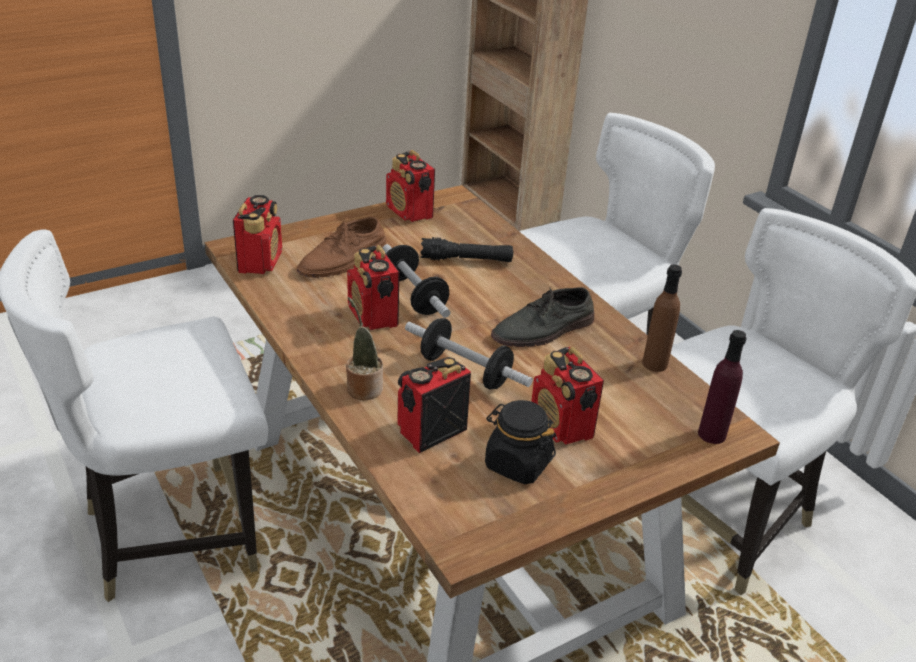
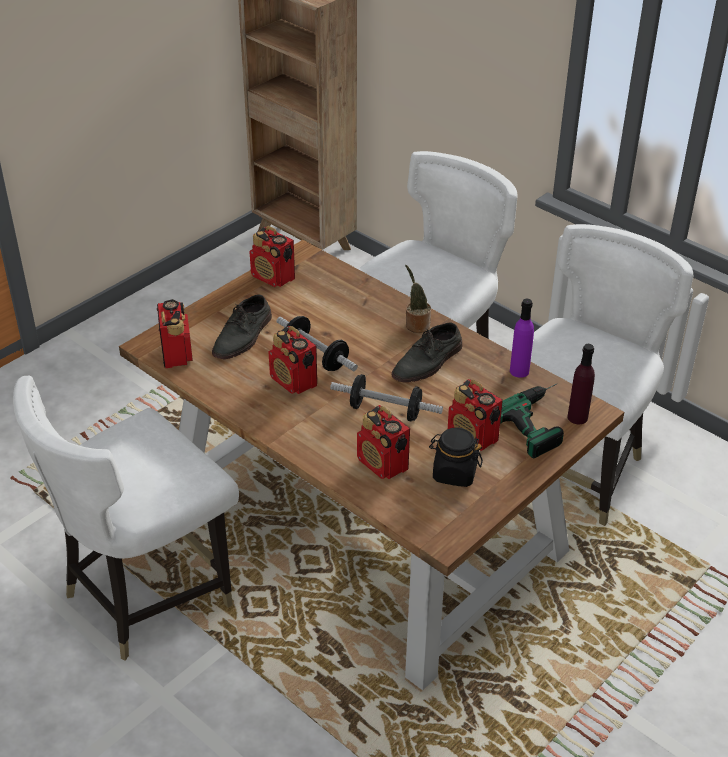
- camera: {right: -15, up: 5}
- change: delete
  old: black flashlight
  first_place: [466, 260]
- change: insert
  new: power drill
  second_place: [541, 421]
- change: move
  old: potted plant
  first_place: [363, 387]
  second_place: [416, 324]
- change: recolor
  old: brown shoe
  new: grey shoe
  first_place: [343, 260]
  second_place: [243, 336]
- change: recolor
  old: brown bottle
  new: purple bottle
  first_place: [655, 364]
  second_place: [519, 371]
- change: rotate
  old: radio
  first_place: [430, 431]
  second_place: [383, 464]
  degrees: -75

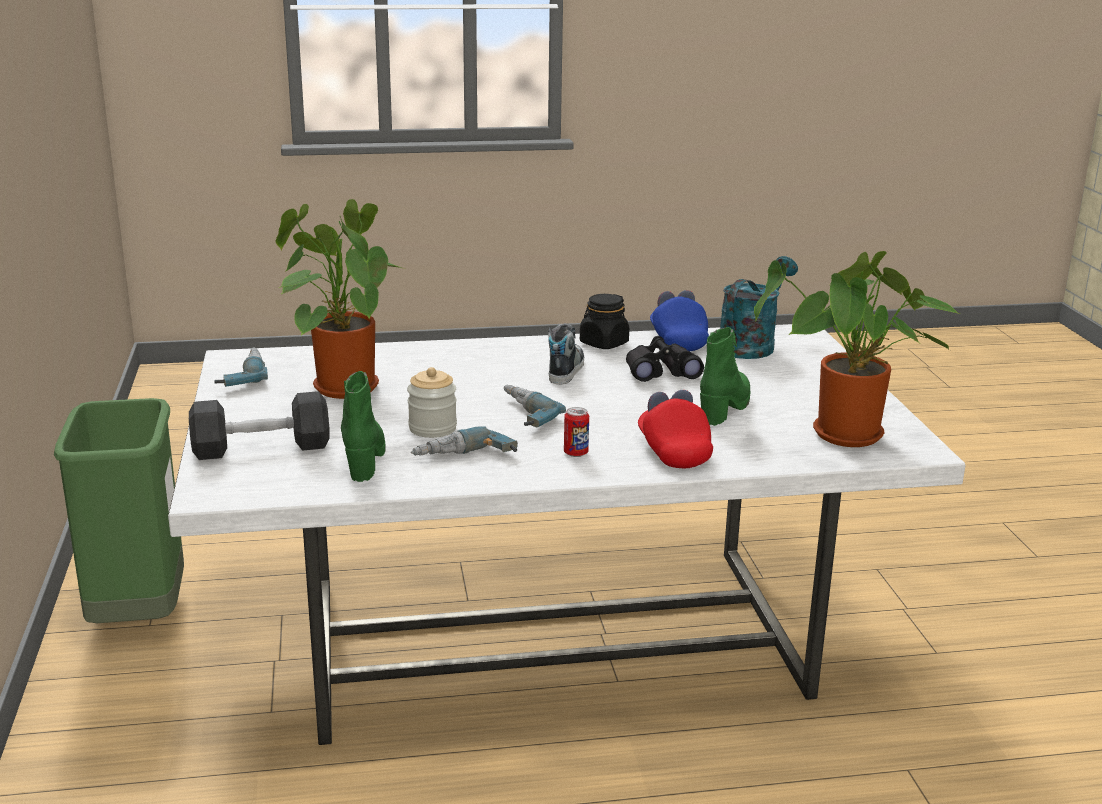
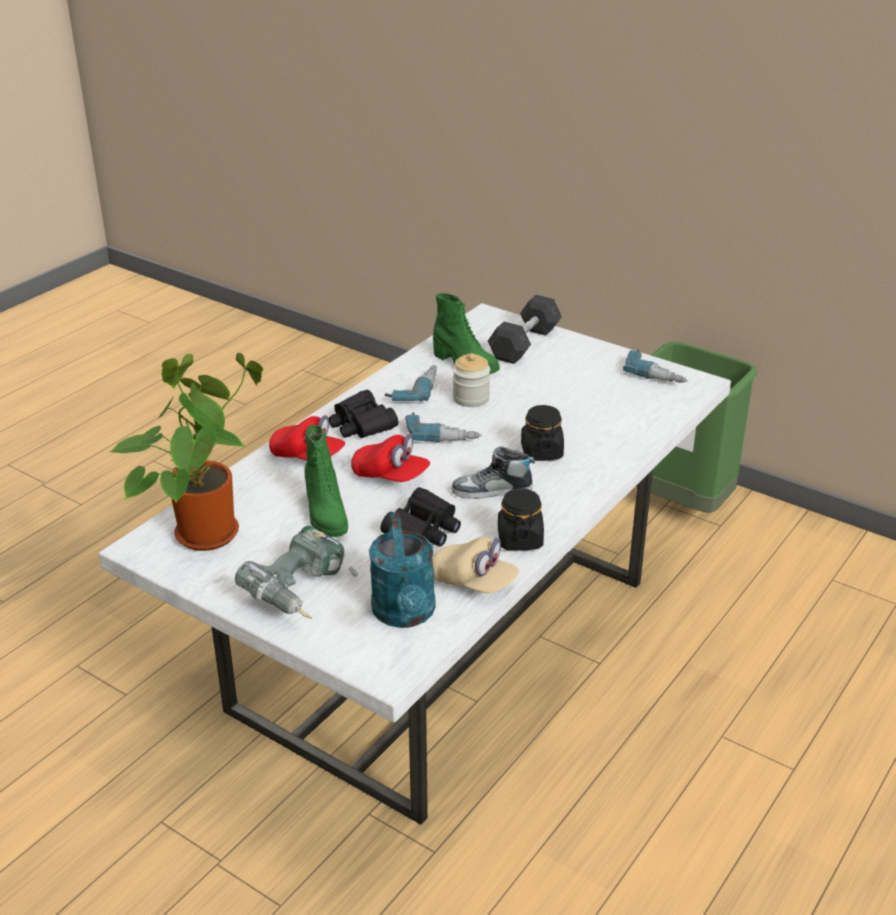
- camera: {right: 135, up: 10}
- change: delete
  old: potted plant
  first_place: [341, 386]
- change: insert
  new: power drill
  second_place: [301, 594]
- change: insert
  new: red cap
  second_place: [390, 476]
- change: insert
  new: black jar
  second_place: [541, 452]
- change: replace
  old: can
  new: black binoculars
  first_place: [576, 453]
  second_place: [361, 424]
- change: recolor
  old: blue cap
  new: beige cap
  first_place: [677, 340]
  second_place: [473, 582]
- change: rotate
  old: shoe
  first_place: [565, 369]
  second_place: [492, 491]
  degrees: 120

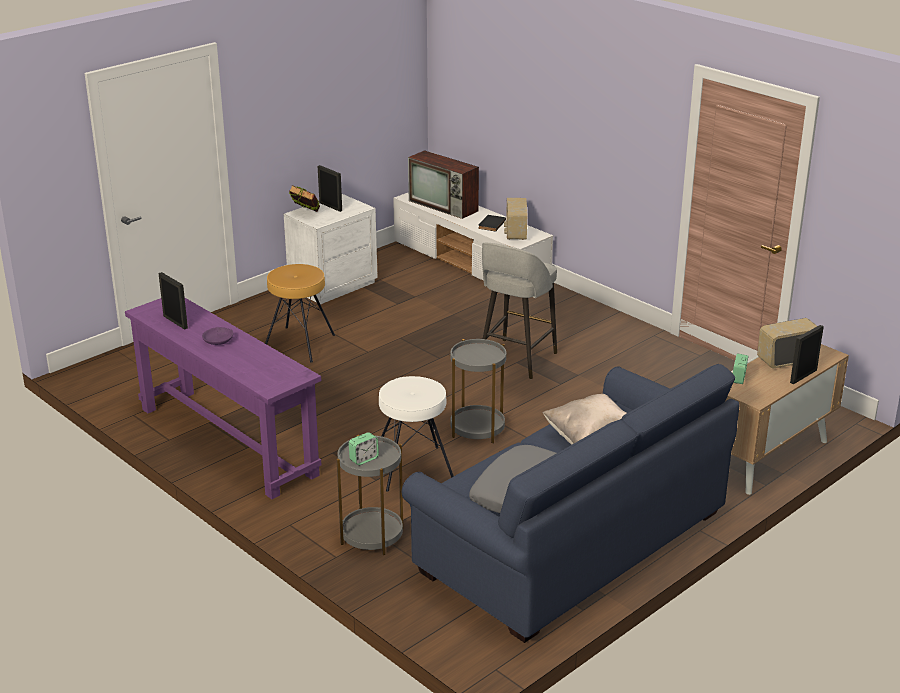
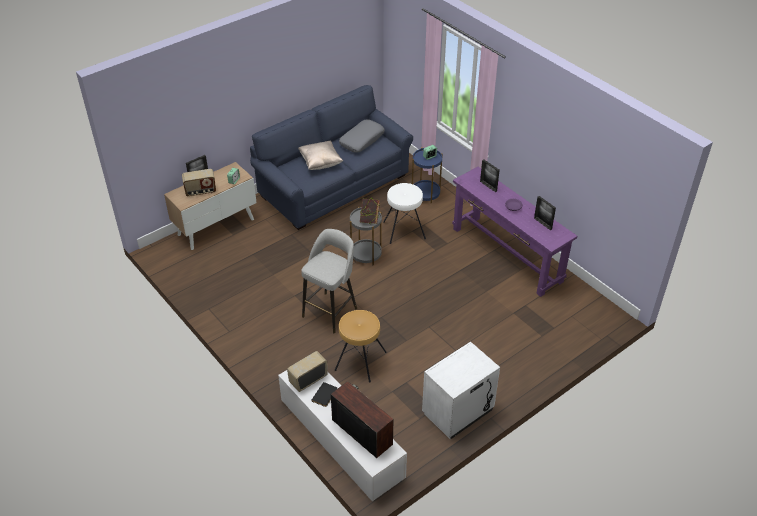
- camera: {right: -175, up: 15}
- change: move
  old: brown stool
  first_place: [299, 344]
  second_place: [360, 361]
- change: move
  old: book
  first_place: [305, 214]
  second_place: [369, 220]
- change: move
  old: picture frame
  first_place: [330, 206]
  second_place: [488, 186]
- change: recolor
  old: grey side table
  new: blue side table
  first_place: [372, 536]
  second_place: [425, 194]
- change: rotate
  old: radio
  first_place: [515, 233]
  second_place: [308, 379]
  degrees: -135

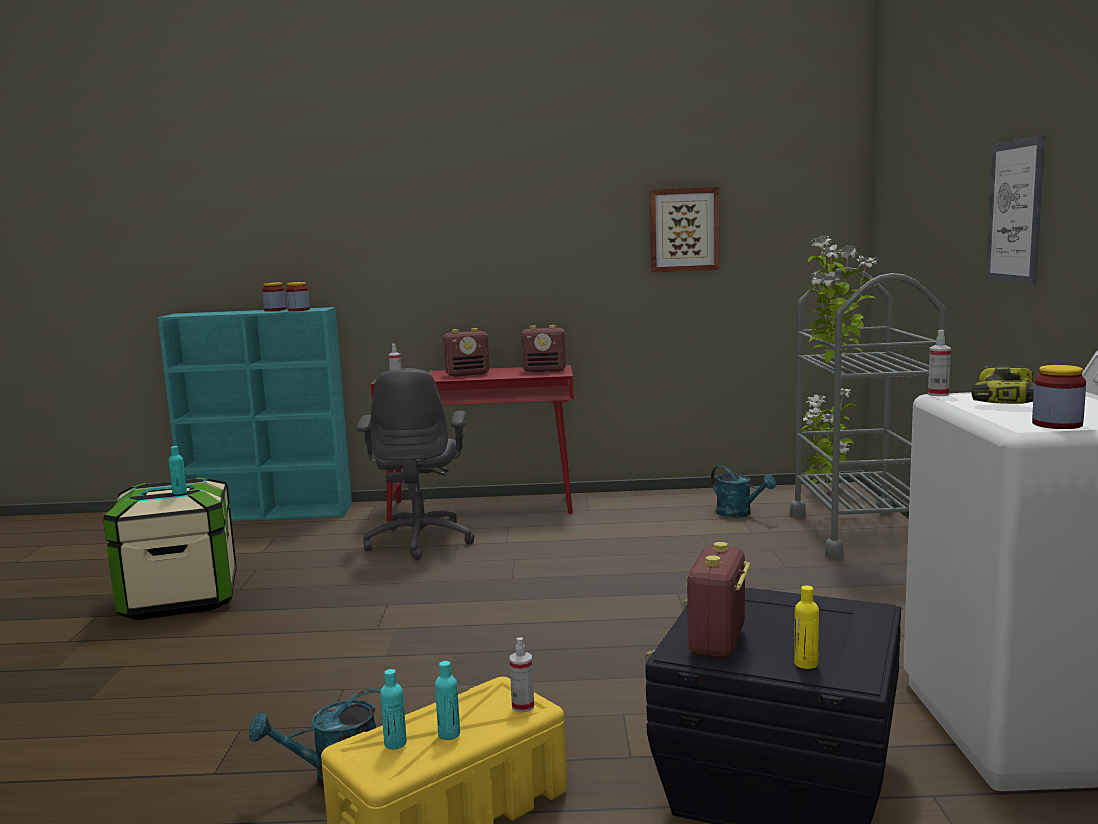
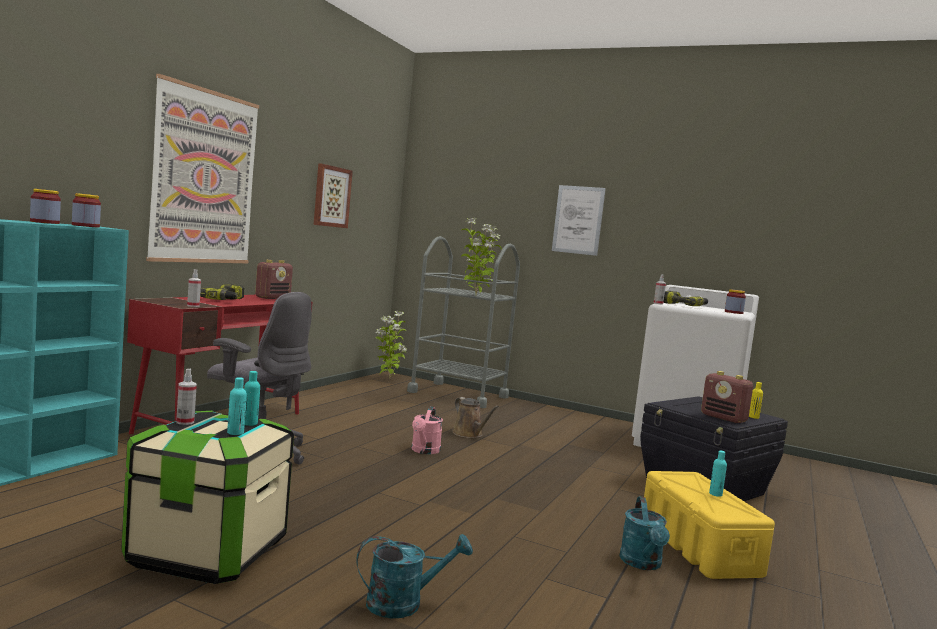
- camera: {right: -65, up: -5}
- change: insert
  new: picture
  second_place: [204, 177]
- change: insert
  new: pink watering can
  second_place: [424, 451]
- change: insert
  new: brown watering can
  second_place: [469, 434]
- change: move
  old: turquoise bottle
  first_place: [395, 743]
  second_place: [235, 432]
- change: move
  old: spray bottle
  first_place: [523, 706]
  second_place: [185, 422]
- change: move
  old: turquoise watering can
  first_place: [739, 514]
  second_place: [404, 603]
- change: replace
  old: radio
  new: power drill
  first_place: [468, 374]
  second_place: [226, 300]

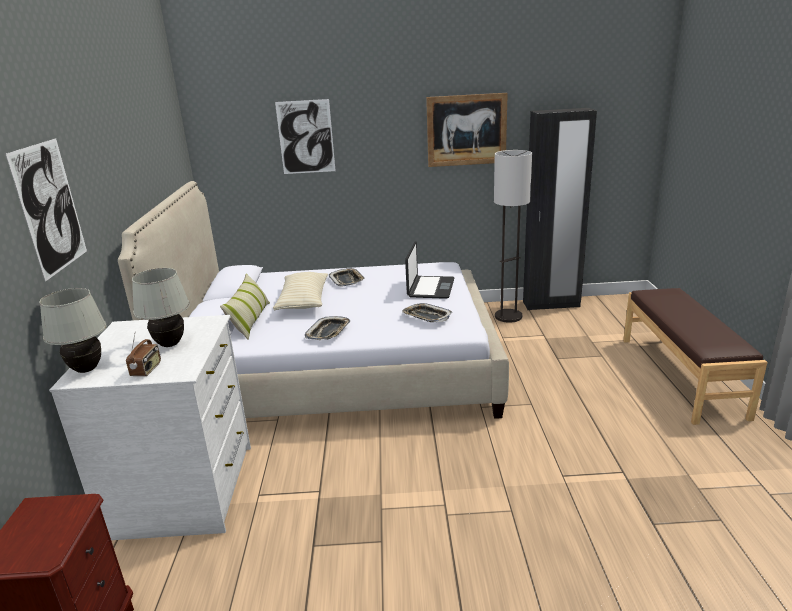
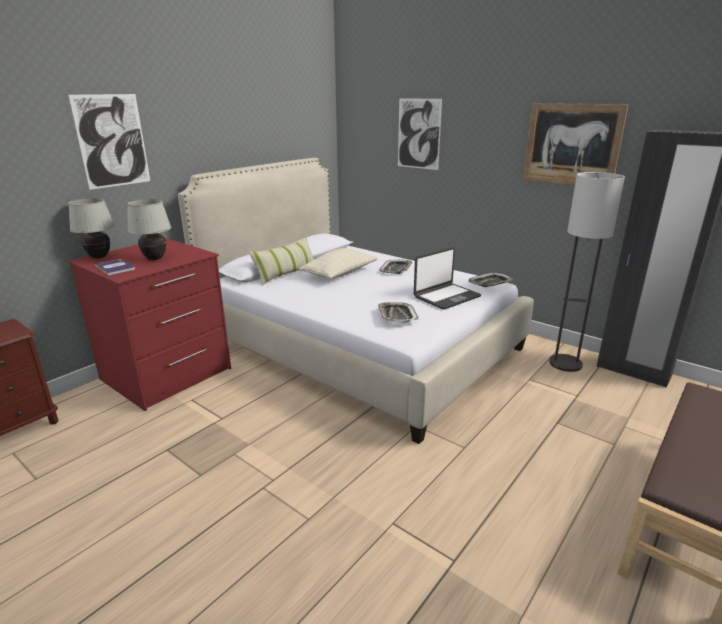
- camera: {right: 40, up: 0}
- change: move
  old: tray
  first_place: [328, 332]
  second_place: [490, 283]
- change: replace
  old: radio
  new: book
  first_place: [147, 370]
  second_place: [115, 268]
- change: recolor
  old: white dresser
  new: red dresser
  first_place: [185, 490]
  second_place: [167, 374]

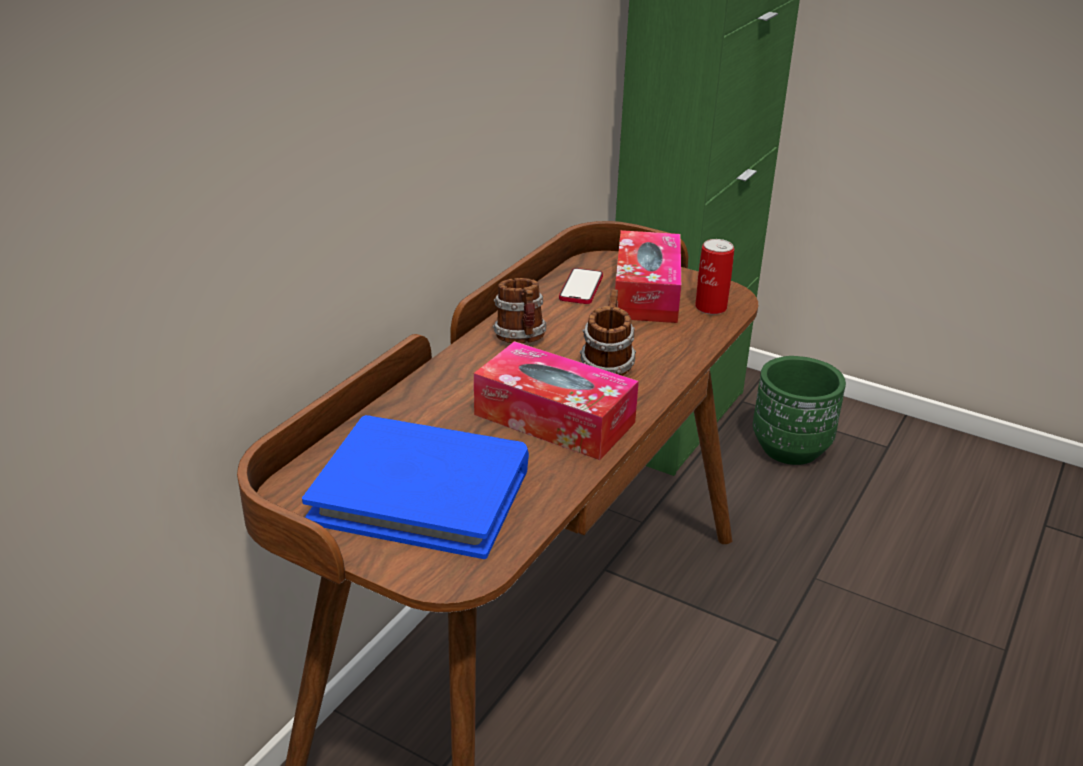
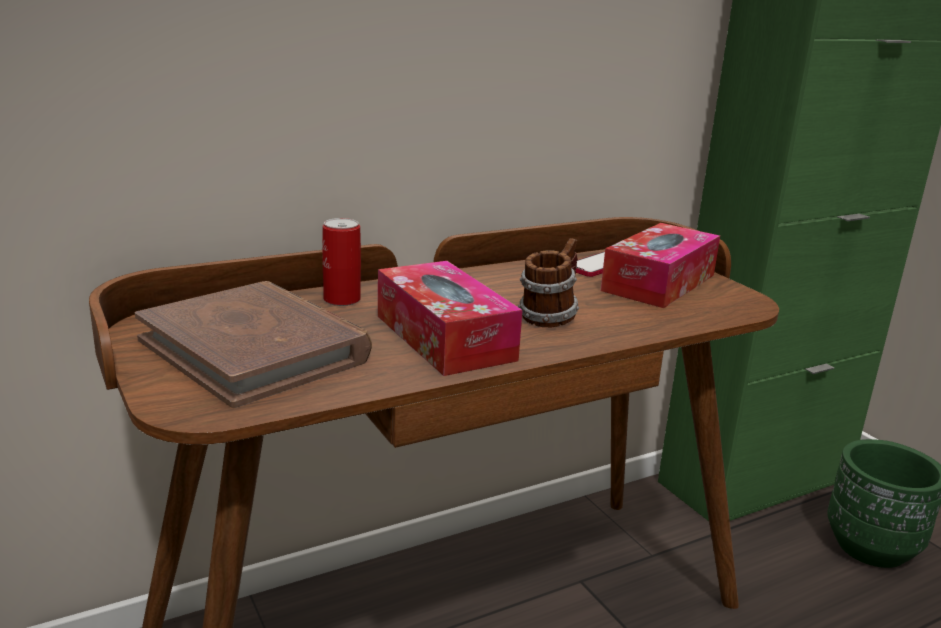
- camera: {right: 30, up: -10}
- change: delete
  old: mug
  first_place: [521, 339]
- change: move
  old: can
  first_place: [711, 307]
  second_place: [342, 299]
- change: recolor
  old: blue book
  new: brown book
  first_place: [422, 492]
  second_place: [255, 349]

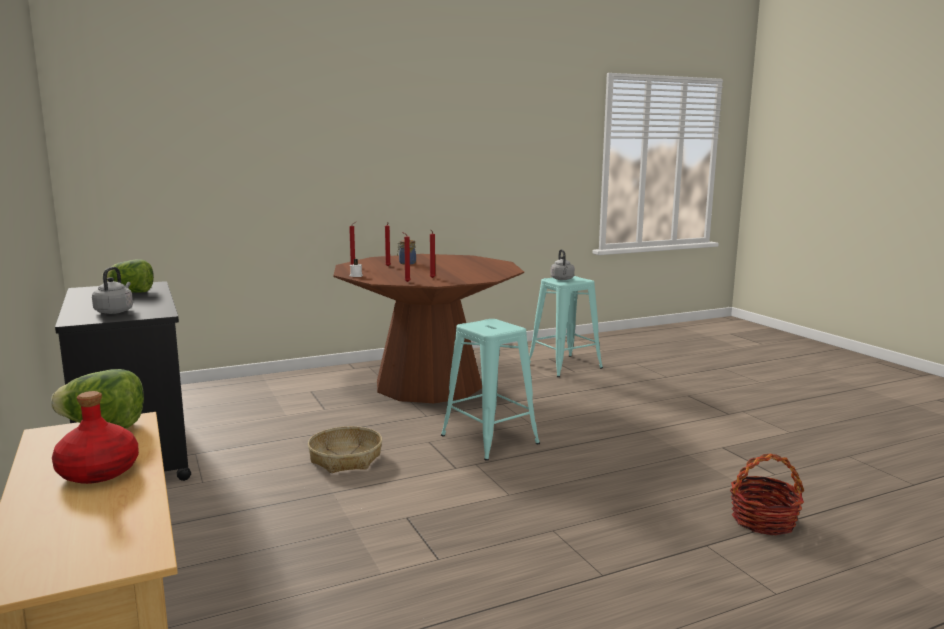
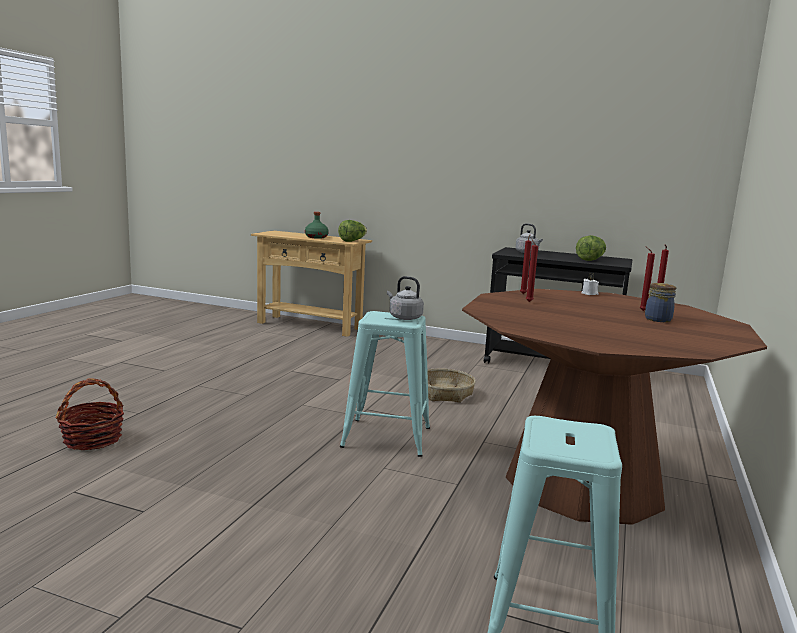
- camera: {right: 135, up: 0}
- change: move
  old: grey kettle
  first_place: [562, 279]
  second_place: [404, 317]
- change: recolor
  old: red bottle
  new: green bottle
  first_place: [98, 471]
  second_place: [316, 237]

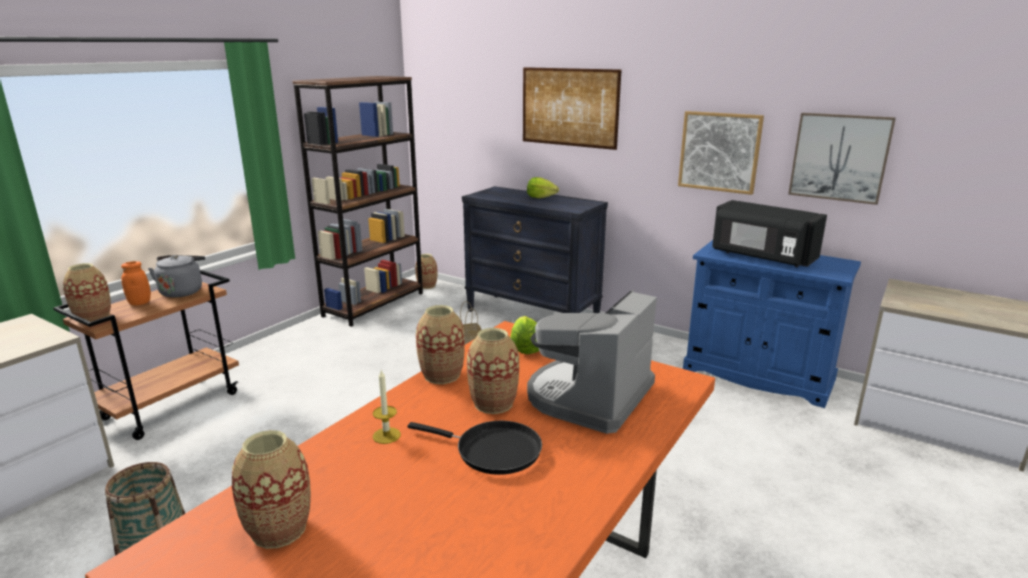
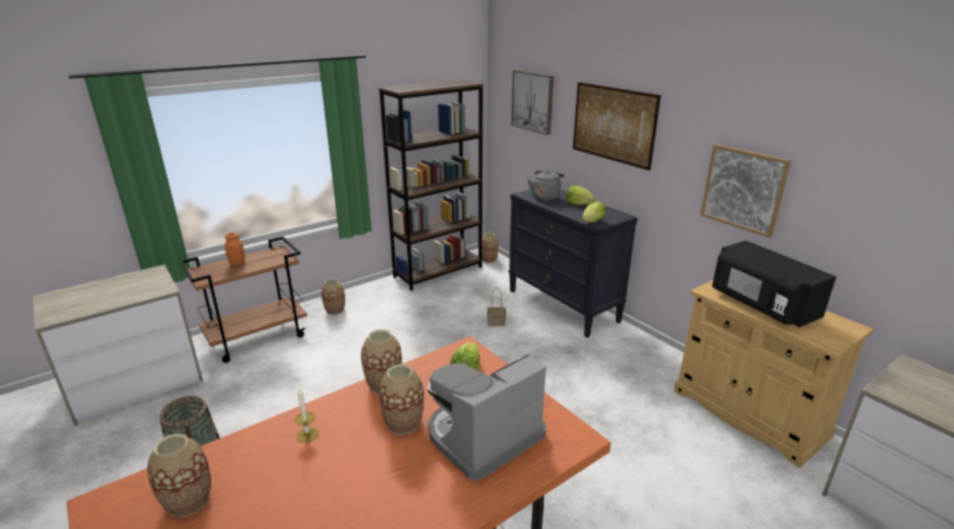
- camera: {right: 20, up: 5}
- change: delete
  old: black frying pan
  first_place: [492, 451]
- change: insert
  new: lettuce
  second_place: [592, 222]
- change: move
  old: vase
  first_place: [93, 317]
  second_place: [335, 310]
- change: move
  old: grey kettle
  first_place: [182, 291]
  second_place: [546, 197]
- change: move
  old: picture
  first_place: [839, 157]
  second_place: [532, 101]
- change: recolor
  old: blue cabinet
  new: beige cabinet
  first_place: [757, 375]
  second_place: [748, 413]

